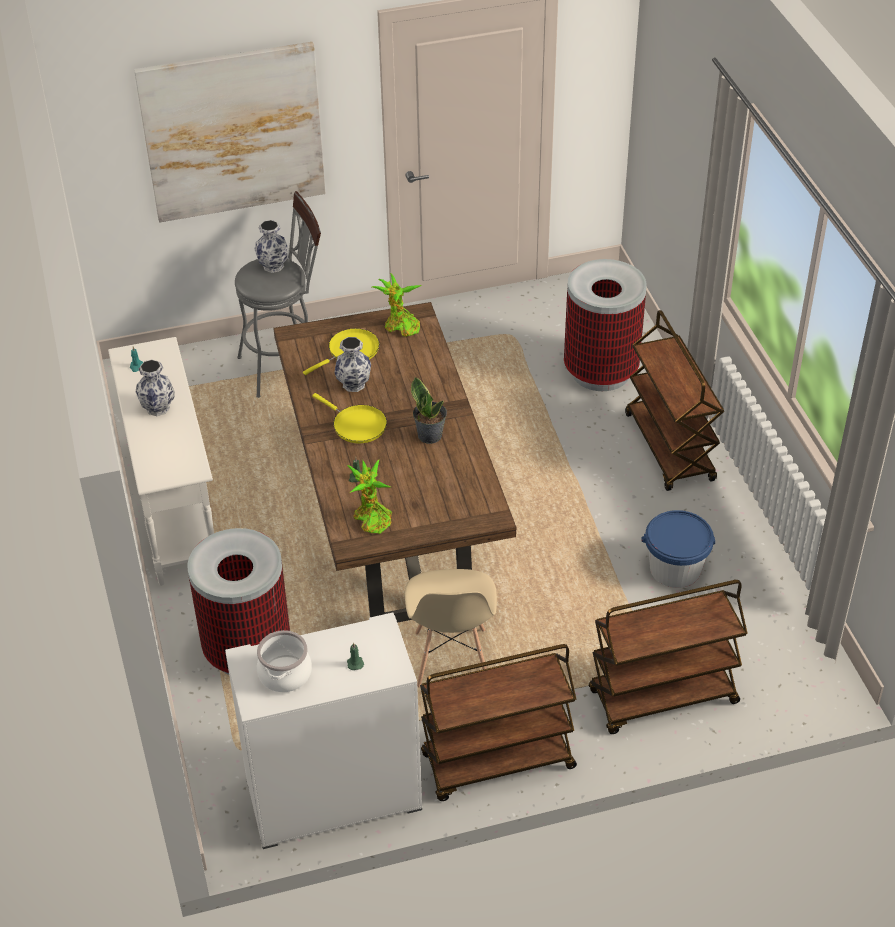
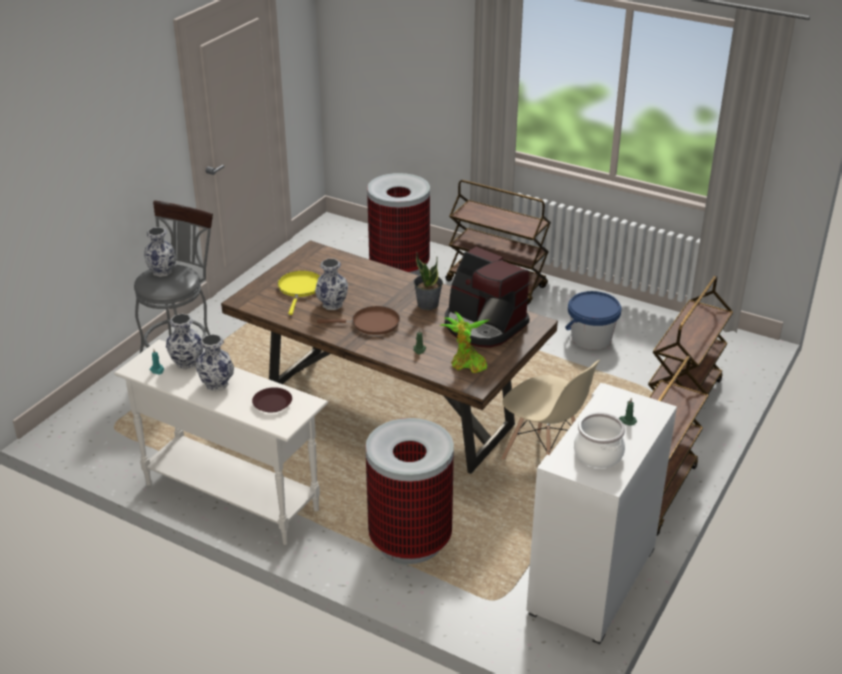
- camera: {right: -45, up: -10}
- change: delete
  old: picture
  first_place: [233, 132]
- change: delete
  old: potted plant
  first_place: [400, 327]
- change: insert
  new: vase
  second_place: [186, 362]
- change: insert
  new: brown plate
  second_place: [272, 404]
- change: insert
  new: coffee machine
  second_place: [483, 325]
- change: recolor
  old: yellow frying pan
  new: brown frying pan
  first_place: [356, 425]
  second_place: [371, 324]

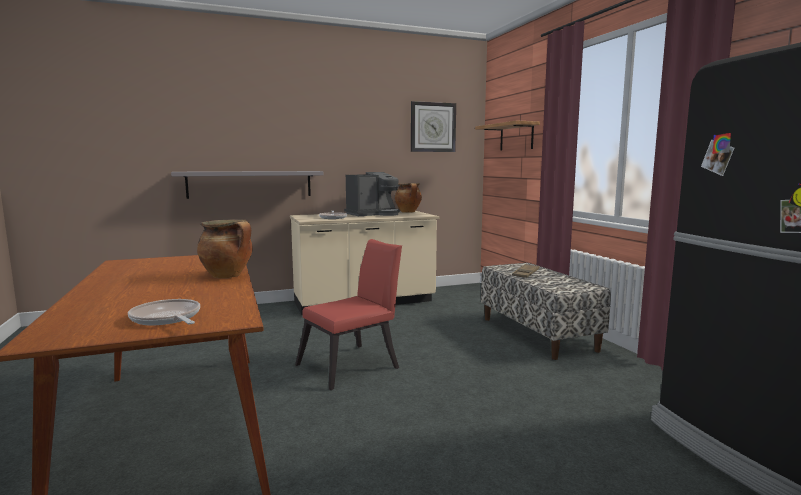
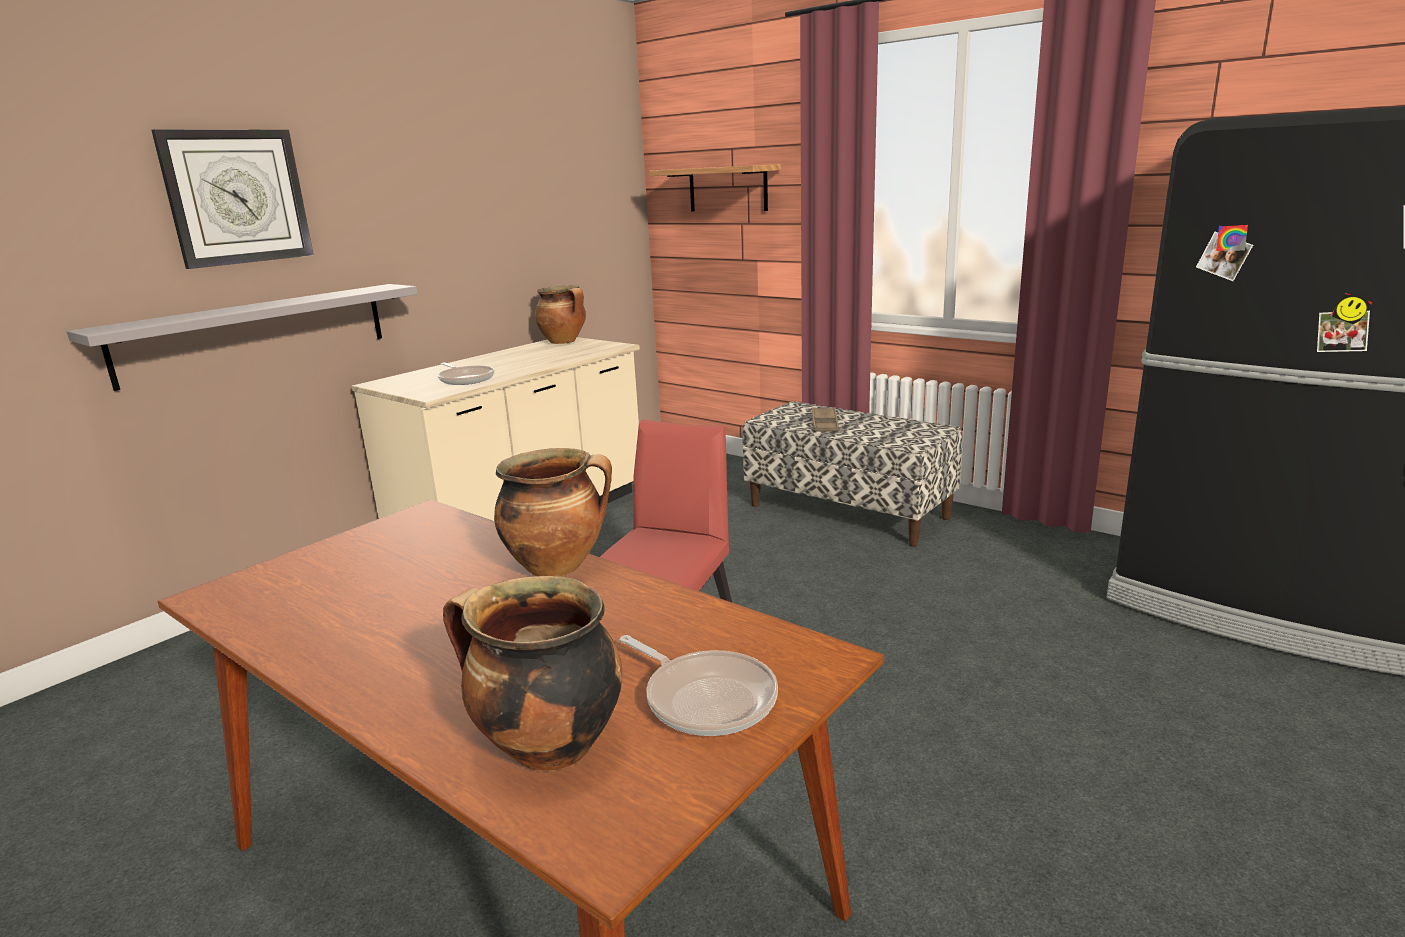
- camera: {right: -30, up: 10}
- change: delete
  old: coffee machine
  first_place: [373, 214]
- change: insert
  new: cooking pot
  second_place: [547, 748]
- change: move
  old: wall clock
  first_place: [433, 127]
  second_place: [237, 197]
- change: rotate
  old: frying pan
  first_place: [167, 318]
  second_place: [706, 698]
  degrees: -150

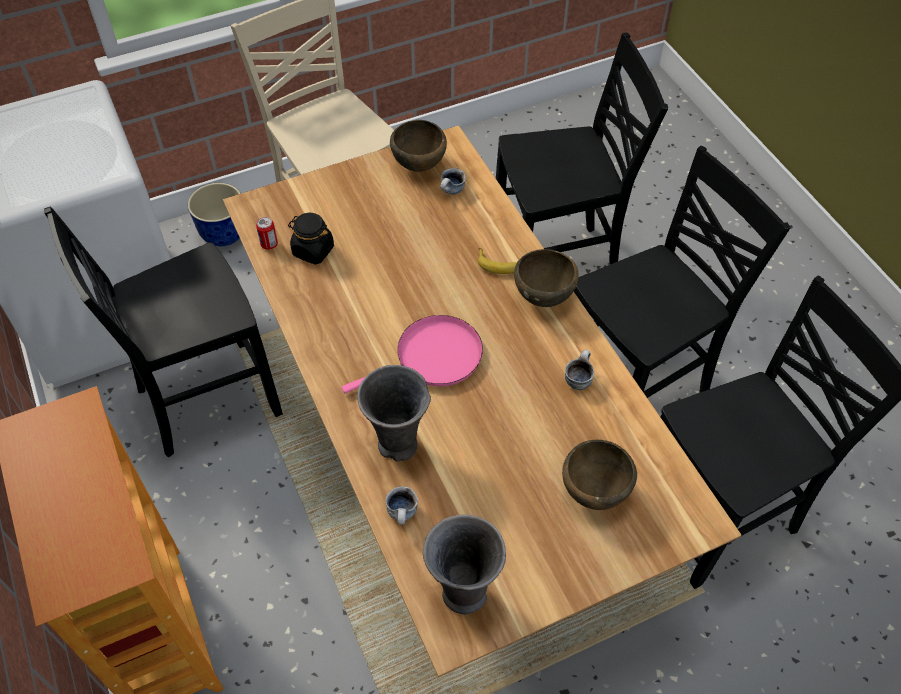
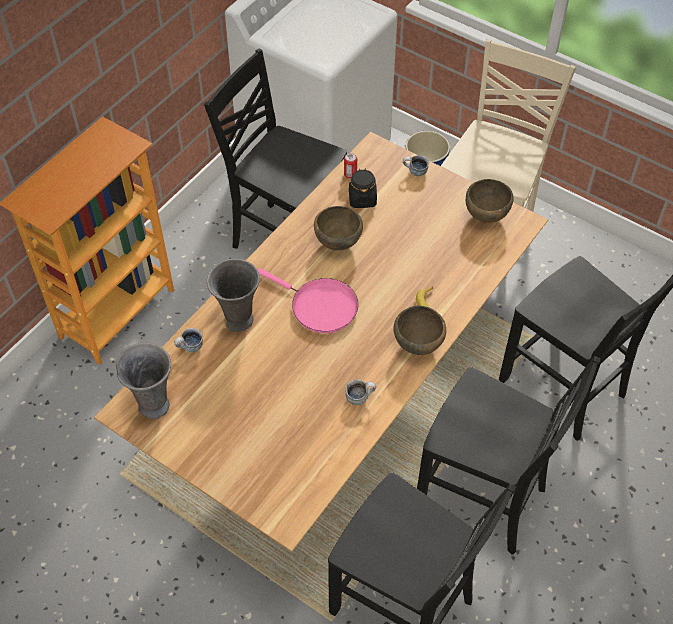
- camera: {right: 60, up: 0}
- change: move
  old: mug
  first_place: [451, 192]
  second_place: [415, 172]
- change: move
  old: brown bowl
  first_place: [593, 493]
  second_place: [337, 243]

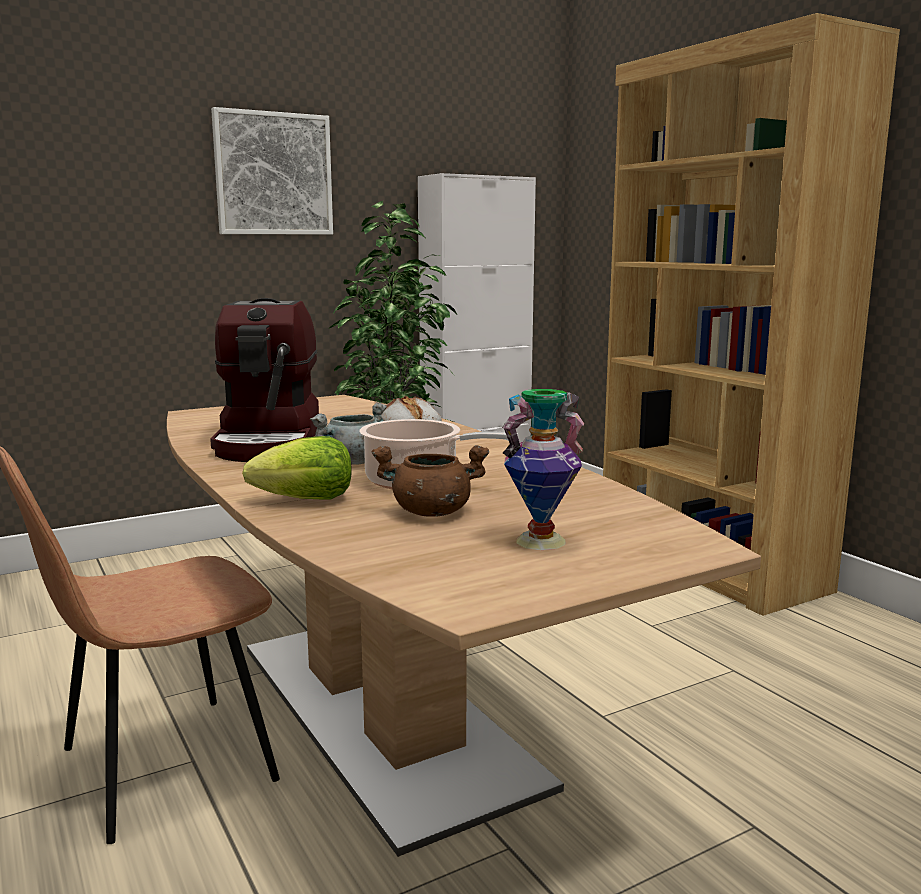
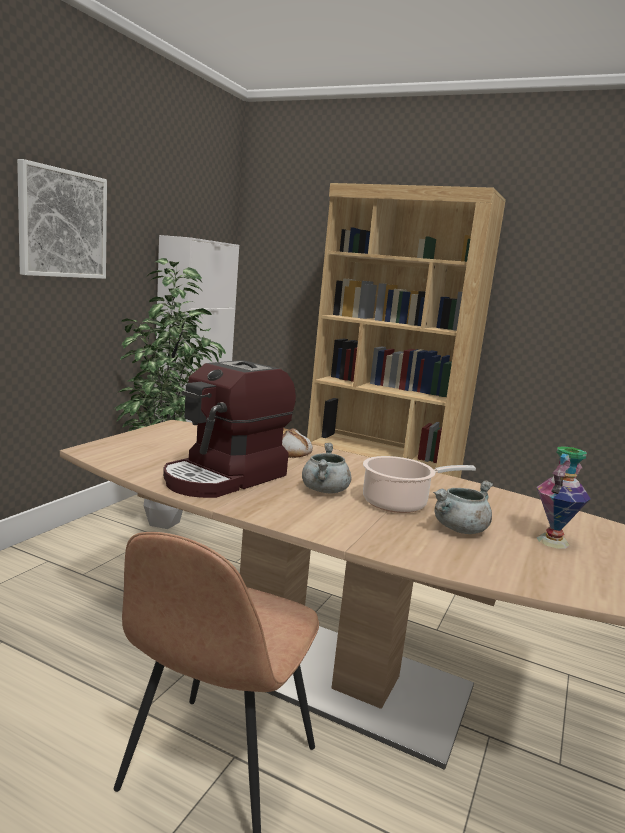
- camera: {right: -35, up: 0}
- change: delete
  old: lettuce
  first_place: [306, 500]
- change: recolor
  old: brown cooking pot
  new: grey cooking pot
  first_place: [431, 512]
  second_place: [460, 529]
- change: rotate
  old: coffee machine
  first_place: [270, 442]
  second_place: [225, 478]
  degrees: 75

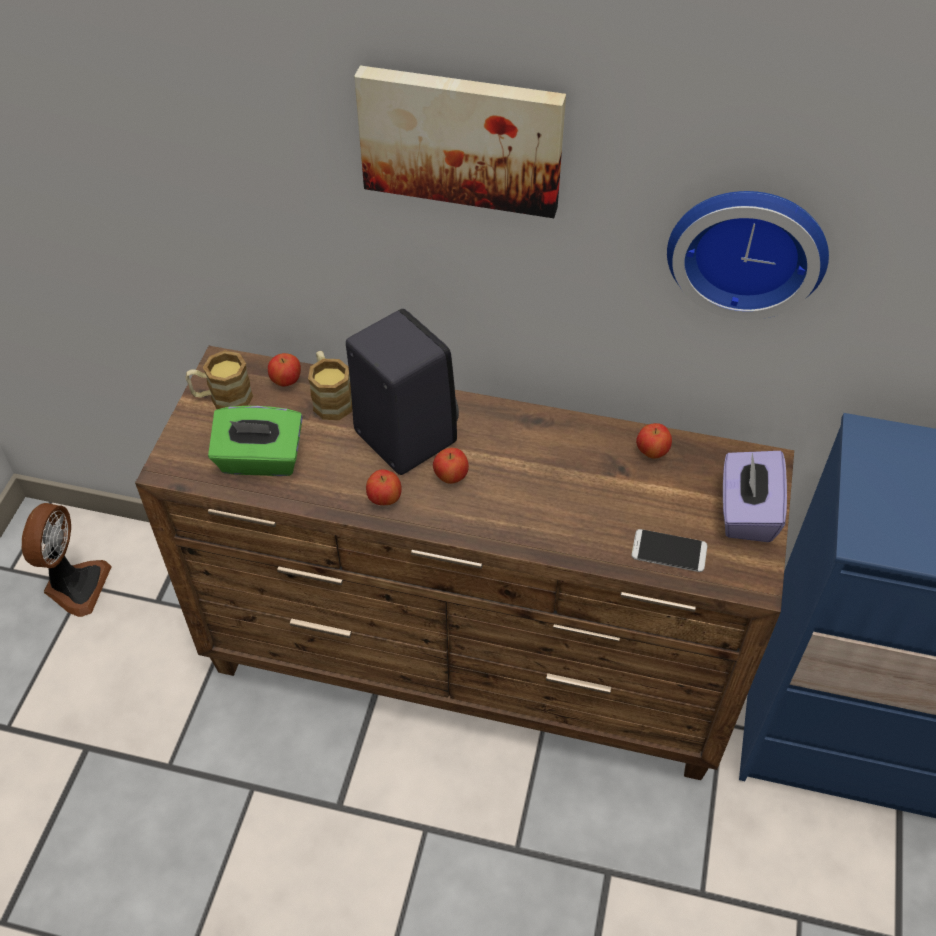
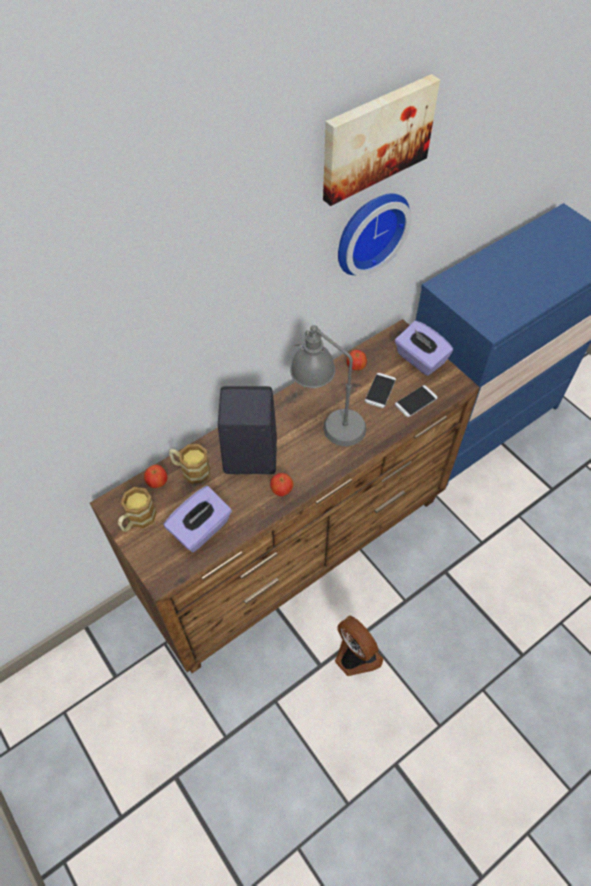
- camera: {right: -50, up: 5}
- change: delete
  old: apple
  first_place: [450, 477]
- change: insert
  new: grey table lamp
  second_place: [327, 421]
- change: insert
  new: phone
  second_place: [380, 390]
- change: move
  old: fan
  first_place: [75, 585]
  second_place: [355, 656]
- change: move
  old: picture
  first_place: [462, 138]
  second_place: [376, 138]
- change: recolor
  old: green tissue box
  new: purple tissue box
  first_place: [260, 460]
  second_place: [201, 529]

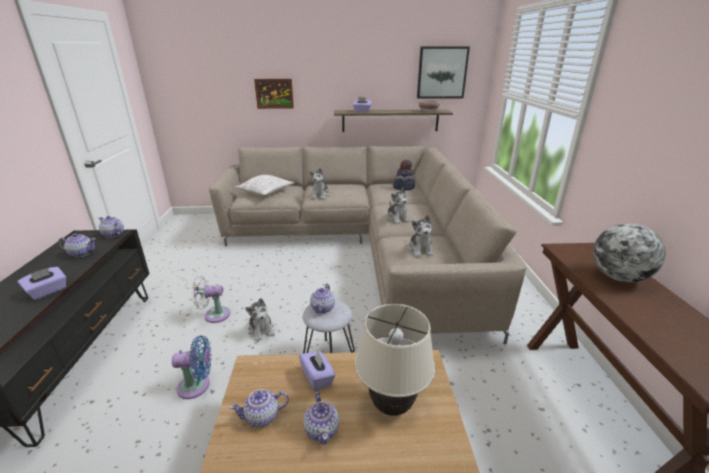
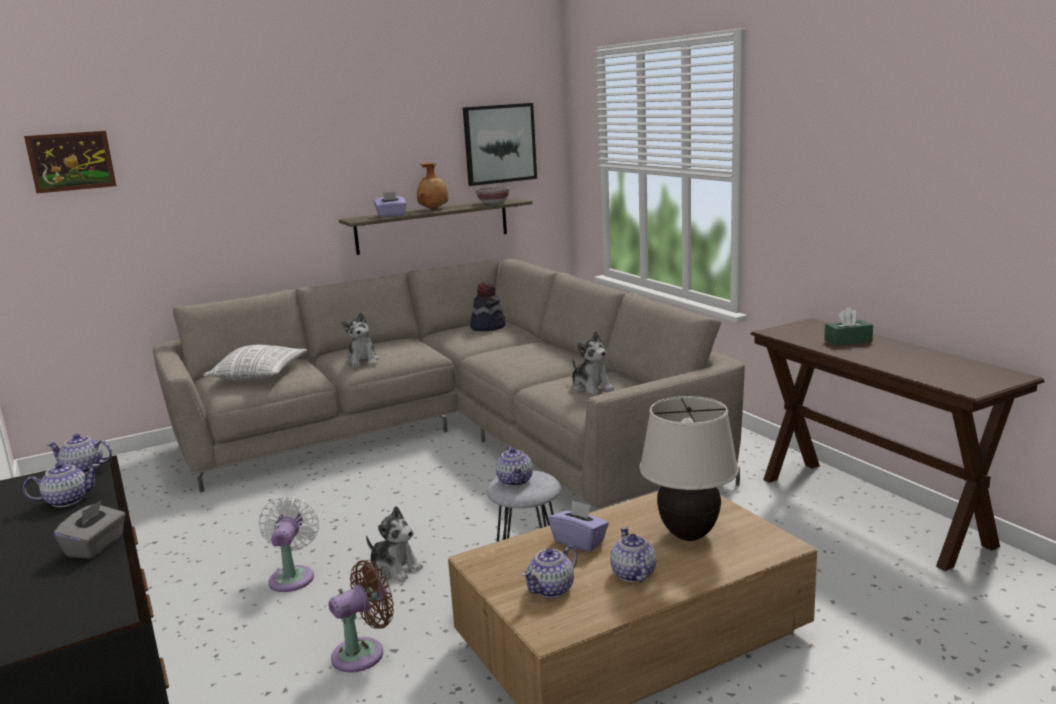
- camera: {right: -25, up: -10}
- change: delete
  old: plush toy
  first_place: [397, 218]
- change: insert
  new: brown vase
  second_place: [434, 209]
- change: move
  old: picture
  first_place: [274, 93]
  second_place: [71, 161]
- change: replace
  old: globe
  new: green tissue box
  first_place: [618, 277]
  second_place: [848, 341]
- change: recolor
  old: purple tissue box
  new: grey tissue box
  first_place: [48, 291]
  second_place: [96, 546]
- change: recolor
  old: blue fan
  new: brown fan
  first_place: [197, 386]
  second_place: [363, 653]
- change: rotate
  old: white fan
  first_place: [214, 315]
  second_place: [293, 576]
  degrees: 120
- change: rotate
  old: teapot
  first_place: [322, 429]
  second_place: [633, 574]
  degrees: -150

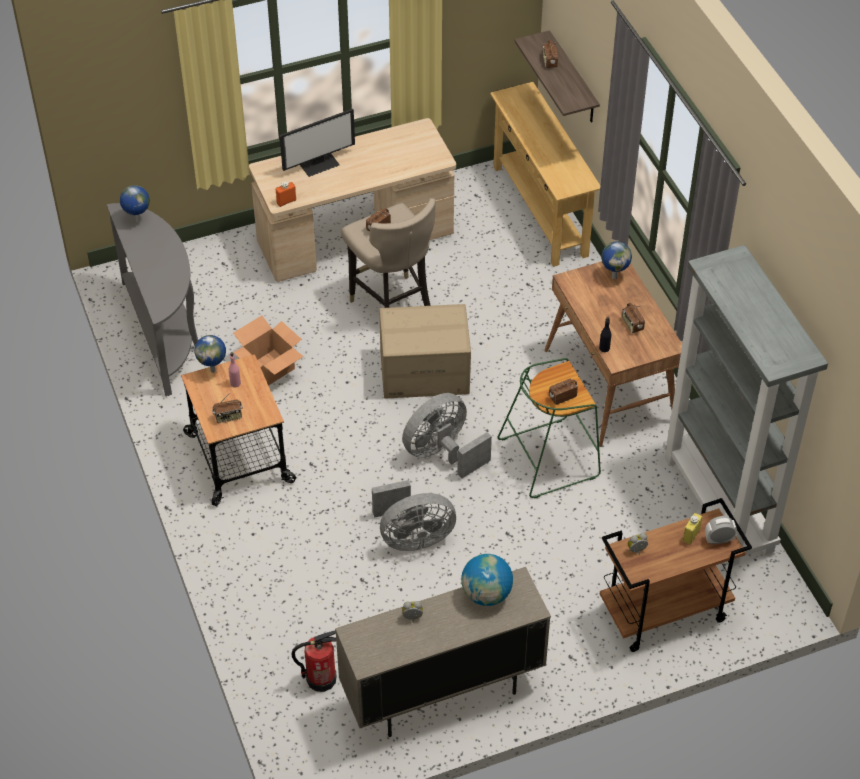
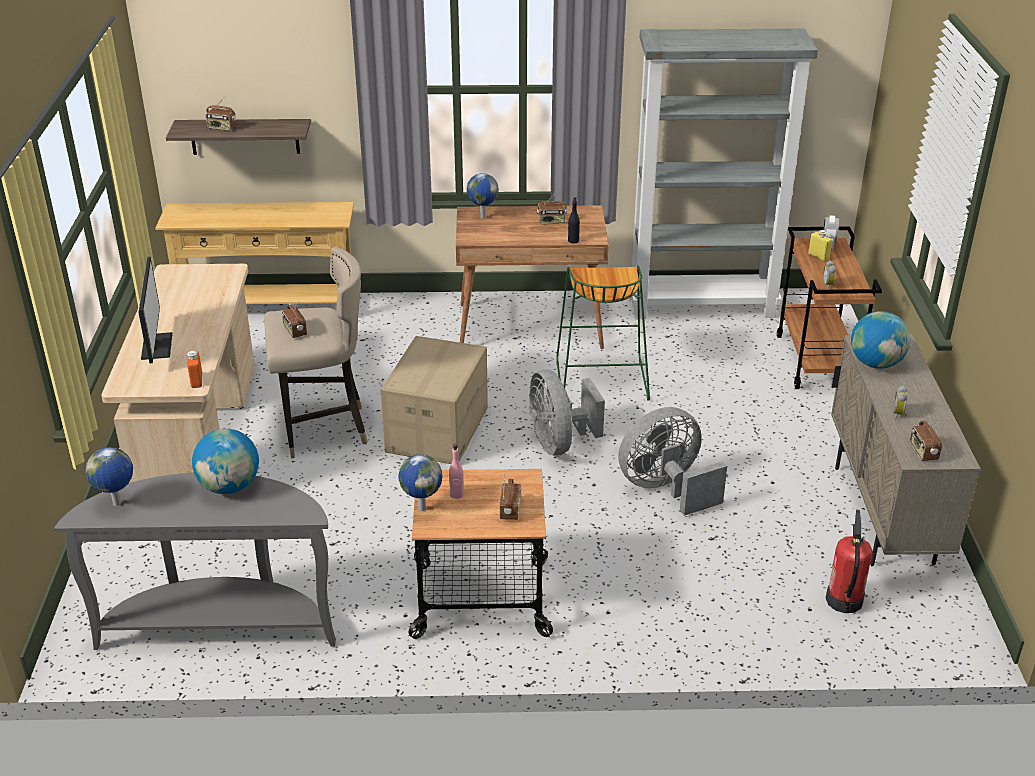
- camera: {right: -70, up: -15}
- change: delete
  old: cardboard box
  first_place: [270, 367]
- change: insert
  new: globe
  second_place: [230, 486]
- change: move
  old: radio
  first_place: [562, 397]
  second_place: [922, 452]
- change: rotate
  old: grey fan
  first_place: [412, 537]
  second_place: [666, 489]
  degrees: -120

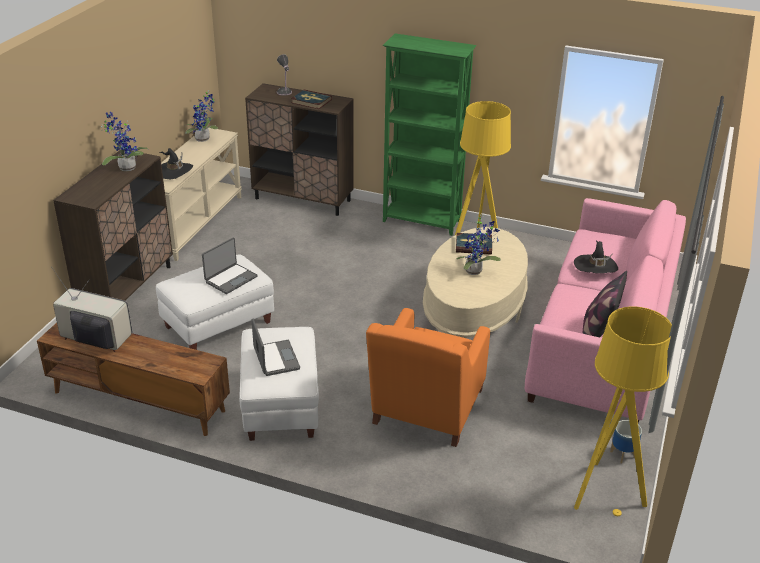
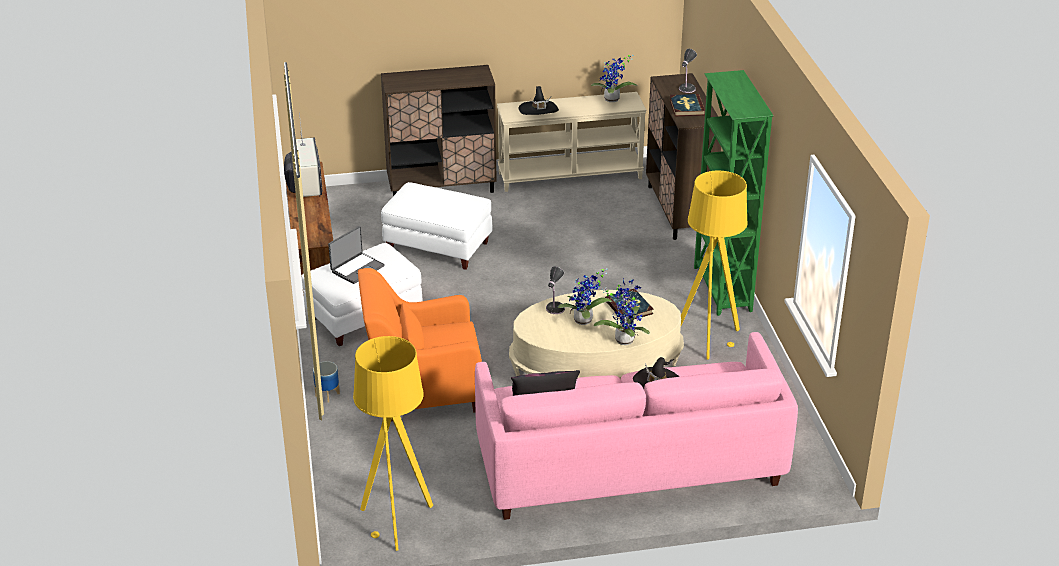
- camera: {right: 60, up: 0}
- change: delete
  old: laptop
  first_place: [230, 279]
- change: insert
  new: table lamp
  second_place: [554, 309]
- change: move
  old: potted plant
  first_place: [125, 167]
  second_place: [624, 339]
- change: move
  old: planter
  first_place: [623, 455]
  second_place: [327, 395]

